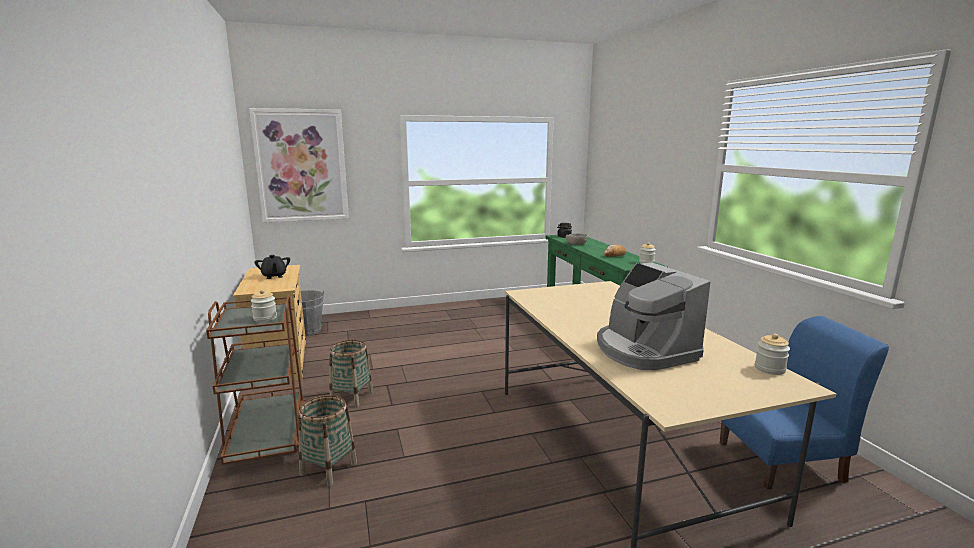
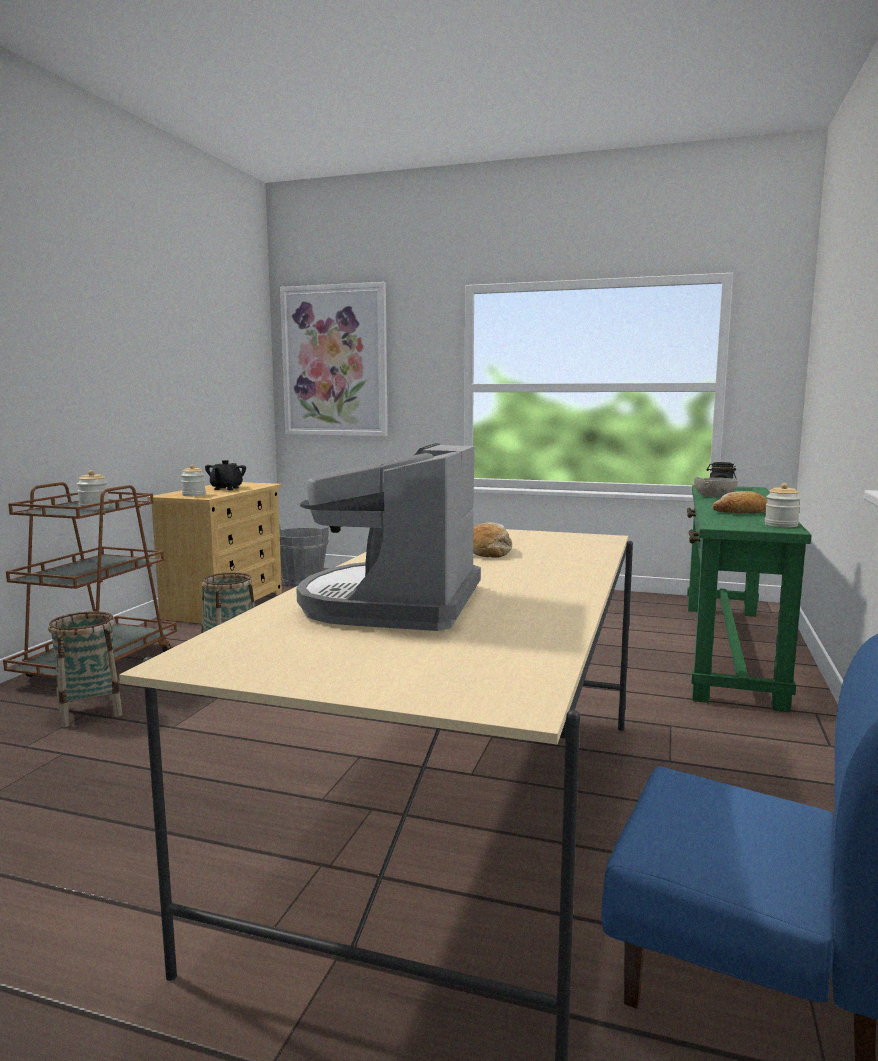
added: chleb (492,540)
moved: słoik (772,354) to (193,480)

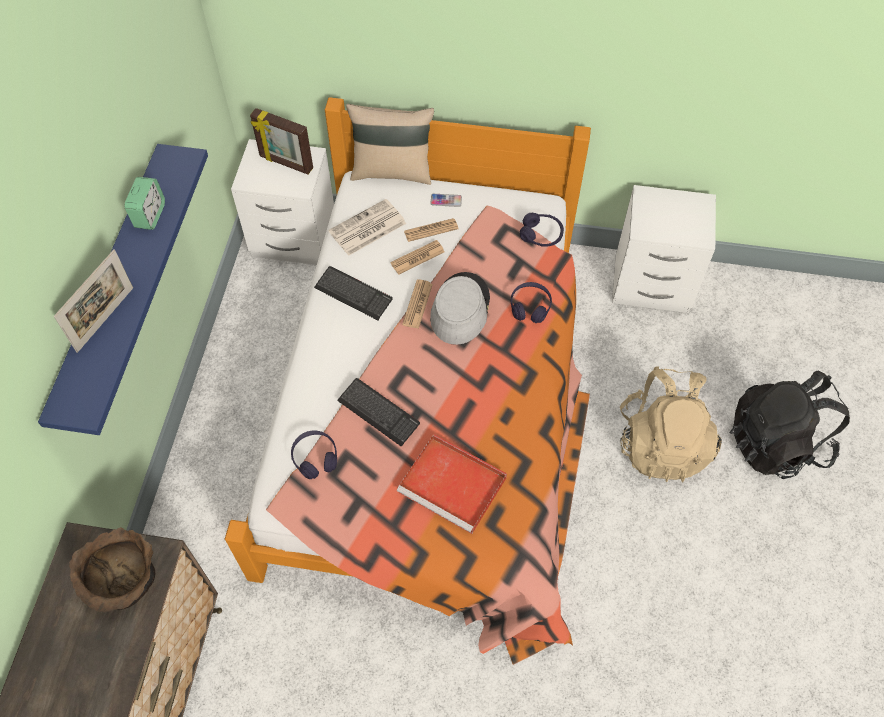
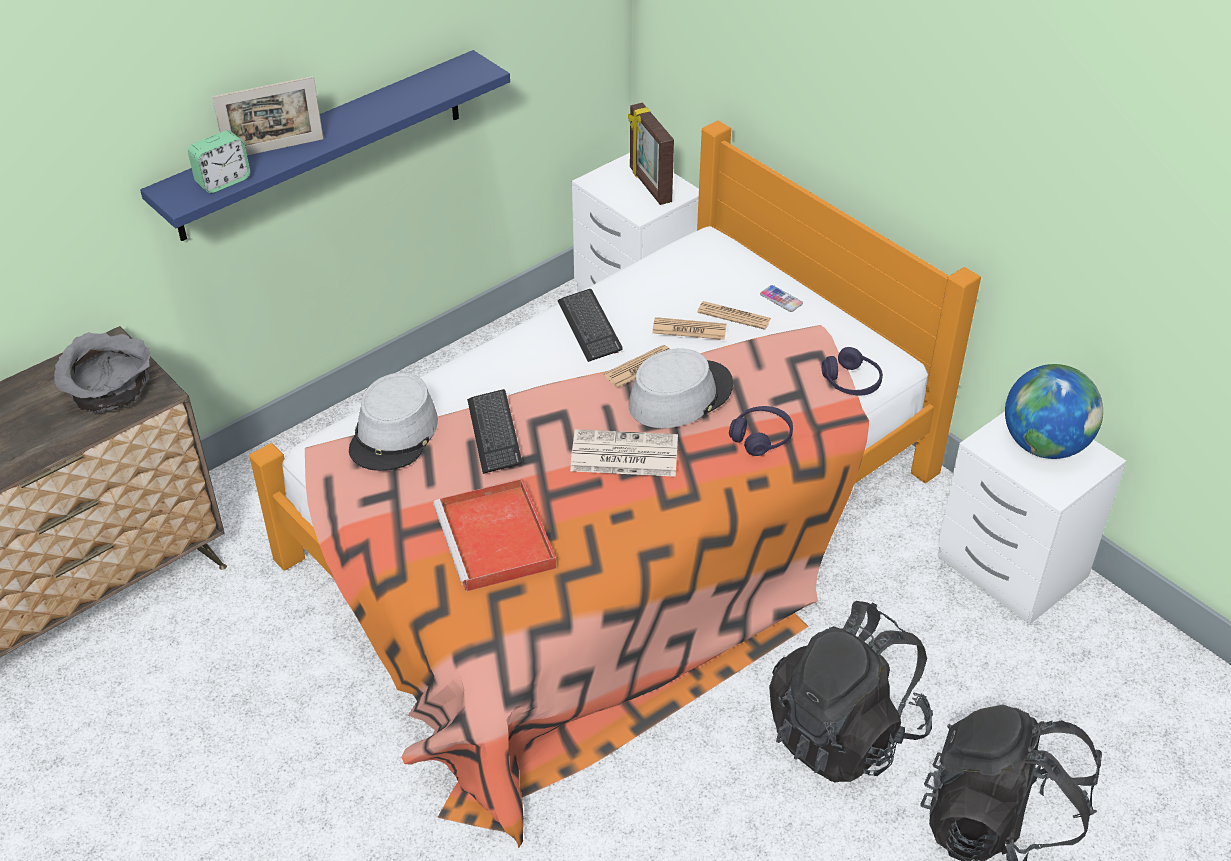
removed: poduszka [beżowy] (390,144)
added: globus (1054,411)
moved: budzik (144,203) to (219,162); gazeta (367,227) to (624,453)
replaced: słuchawki [fioletowy] (314,454) to kapelusz [szary] (393,421)
recoloured: miska [brązowy] (112,570) to miska [szary] (102,372); plecak [beżowy] (671,424) to plecak [czarny] (851,692)

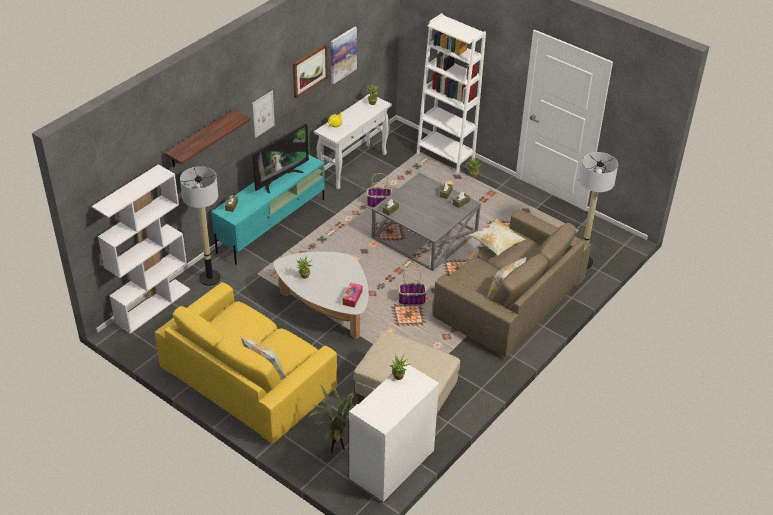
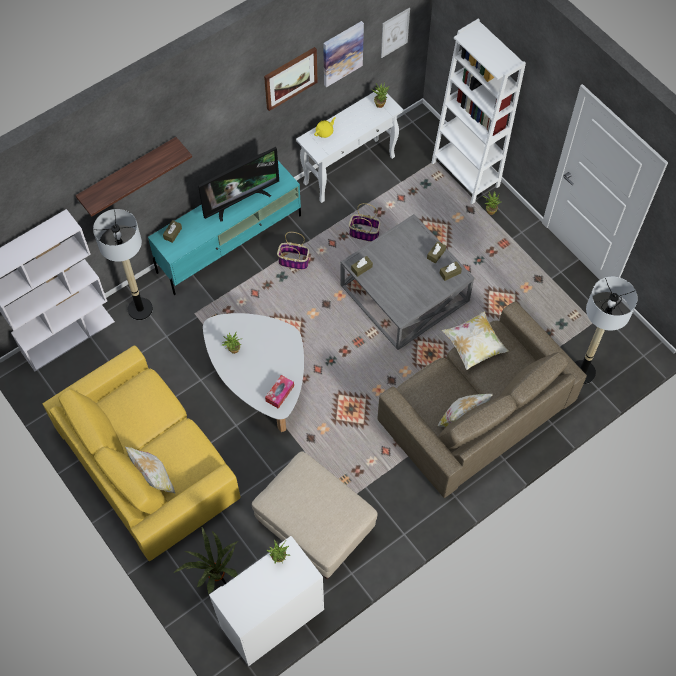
moved: koszyk (412,286) to (293,251); obraz (263,114) to (395,33)

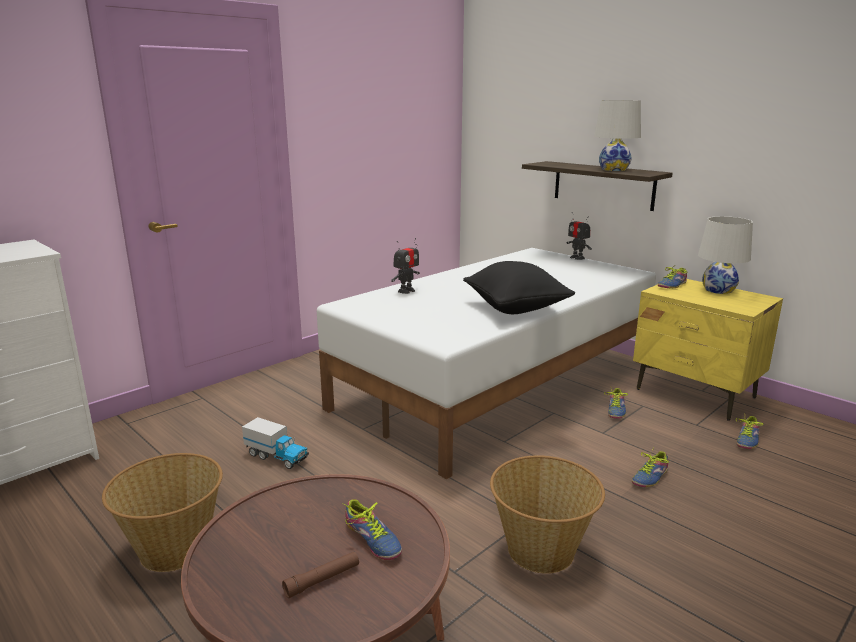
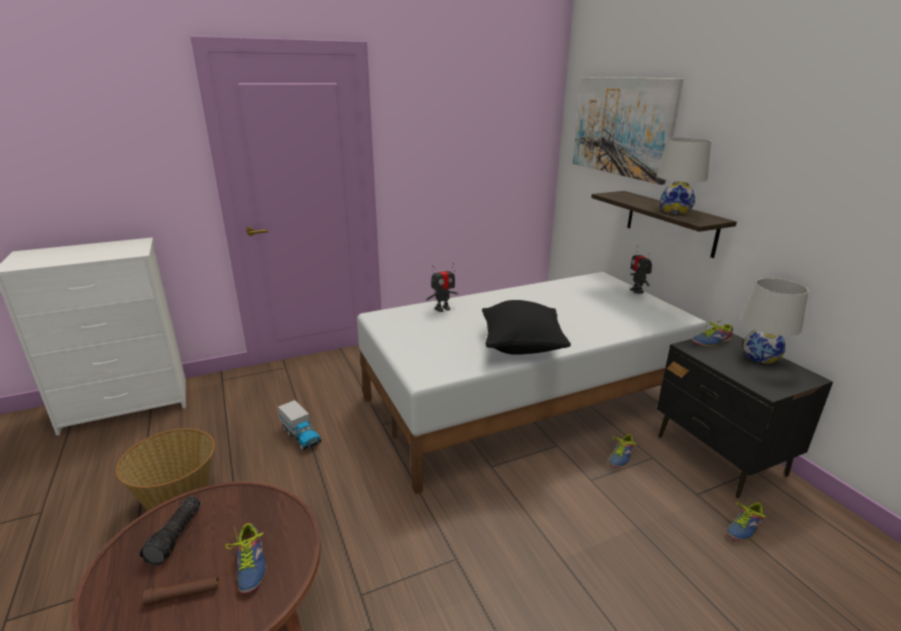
removed: koszyk (547,514); but (650,467)
added: latarka (170,531); obraz (628,131)
recoloured: szafka nocna [żółty] (708,350) to szafka nocna [czarny] (745,416)

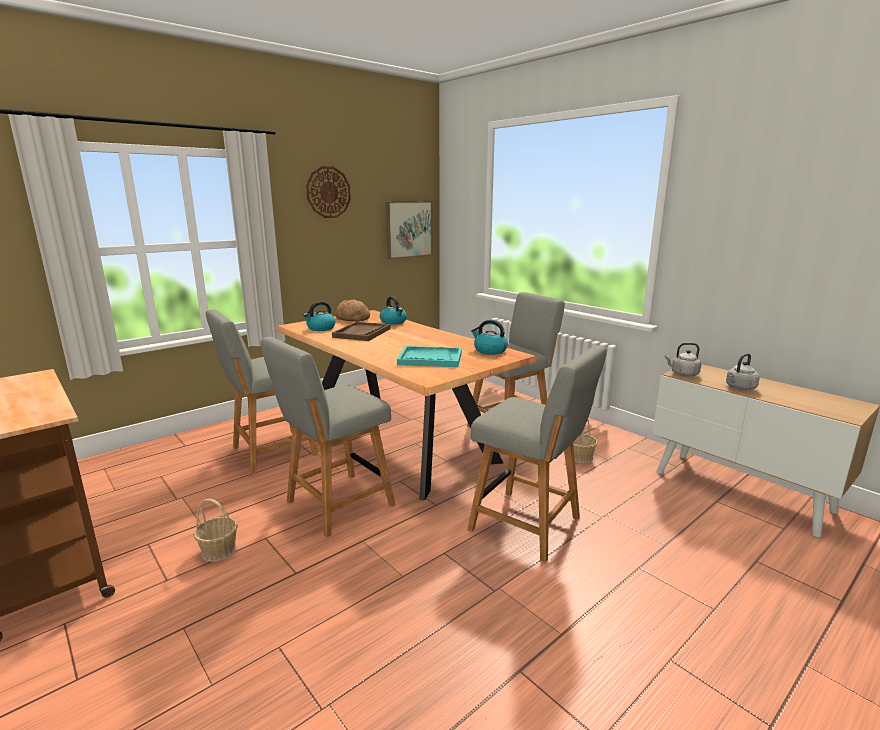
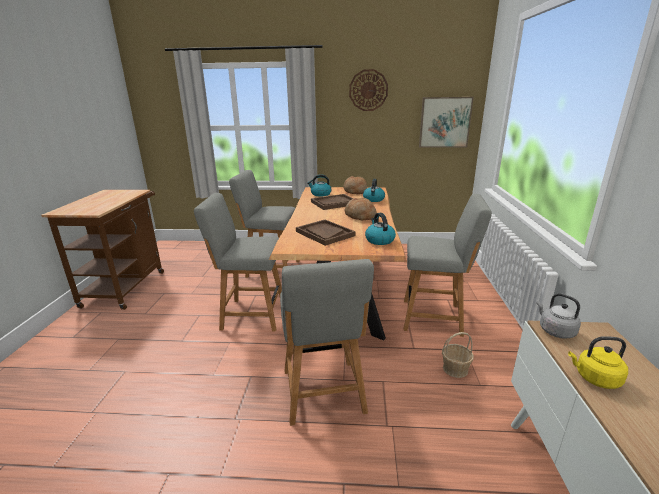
removed: koszyk (216,530)
added: chleb (360,209)
recoloured: taca [turkusowy] (429,356) to taca [brązowy] (326,232); czajnik [szary] (743,371) to czajnik [żółty] (598,362)

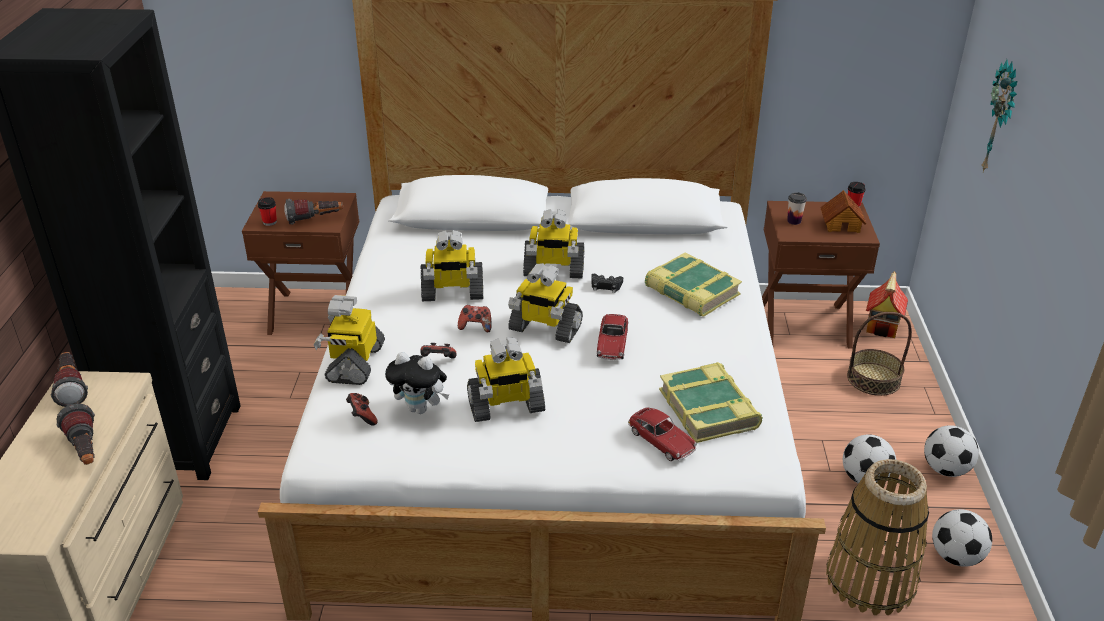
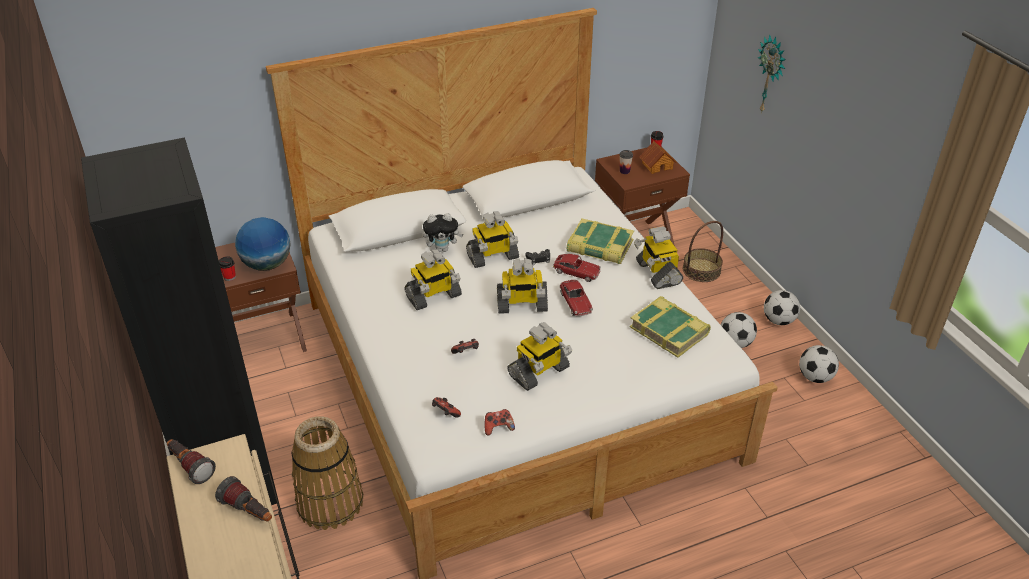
removed: domek (887,304)
moved: koszyk (877,537) to (327,473); pluszak (417,383) to (443,232); pad do gier (475,318) to (500,422); samochodzik (662,434) to (577,268); robot zabawkowy (349,340) to (658,257)
replaced: latarka (314,211) to globus (263,244)

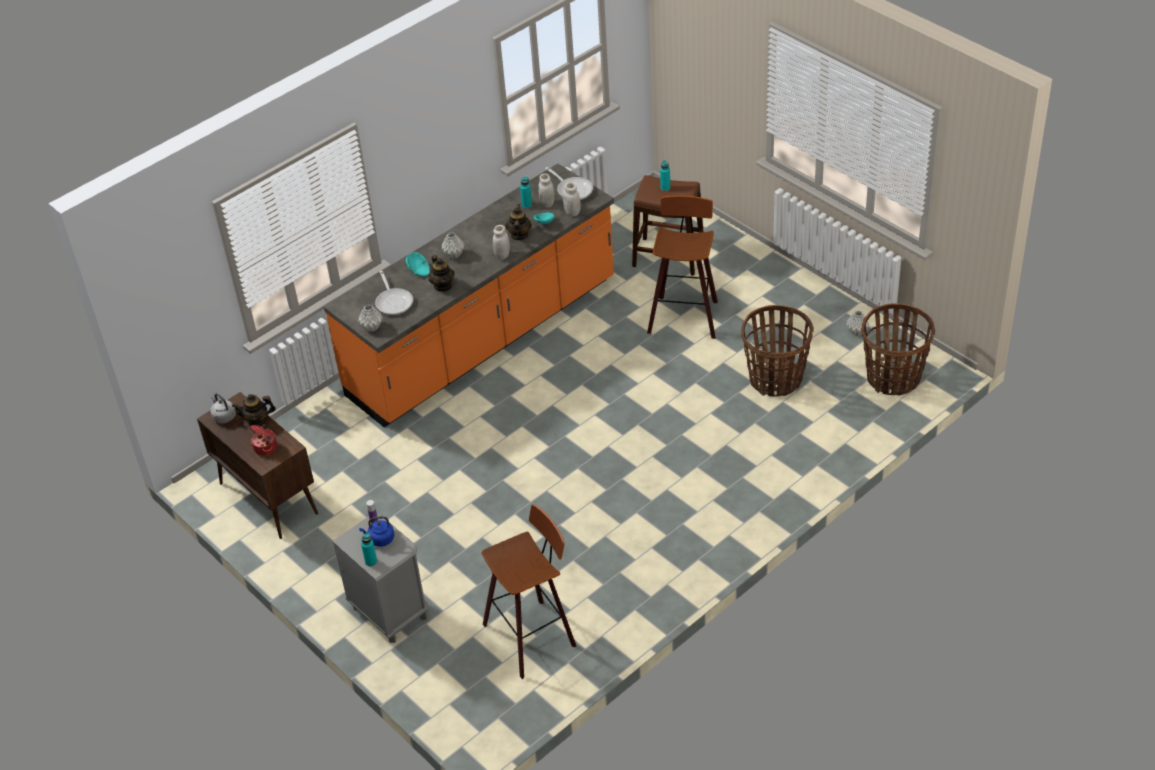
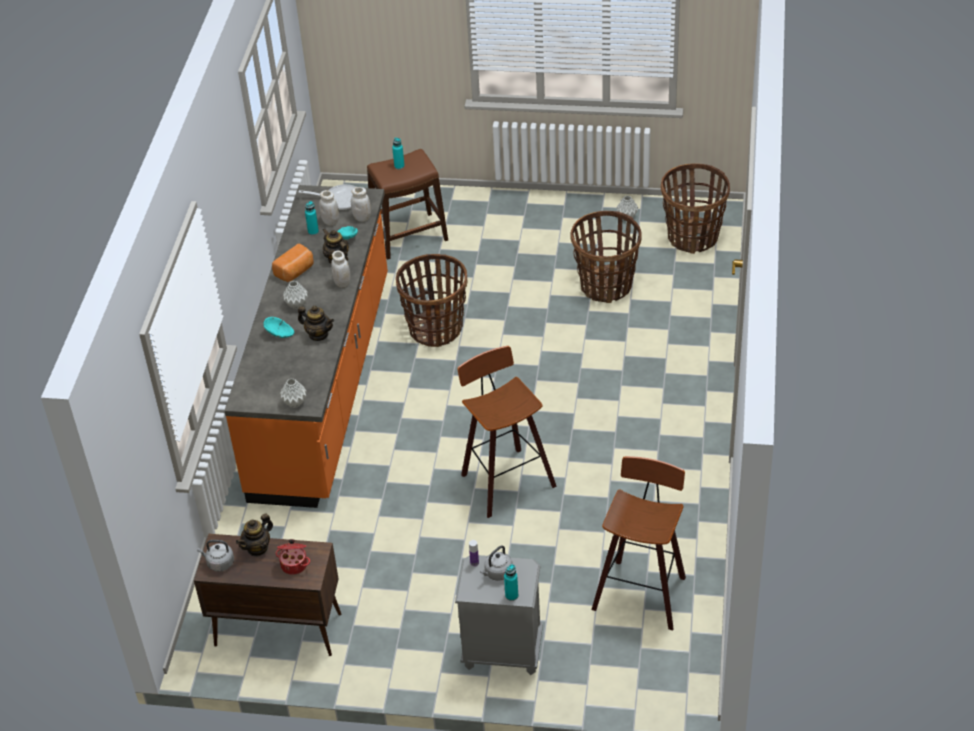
removed: patelnia (394,293)
added: chleb (293,263); koszyk (432,300)
moved: stołek (682,267) to (507,432)
recoloured: czajnik [niebieski] (377,531) to czajnik [szary] (496,563)

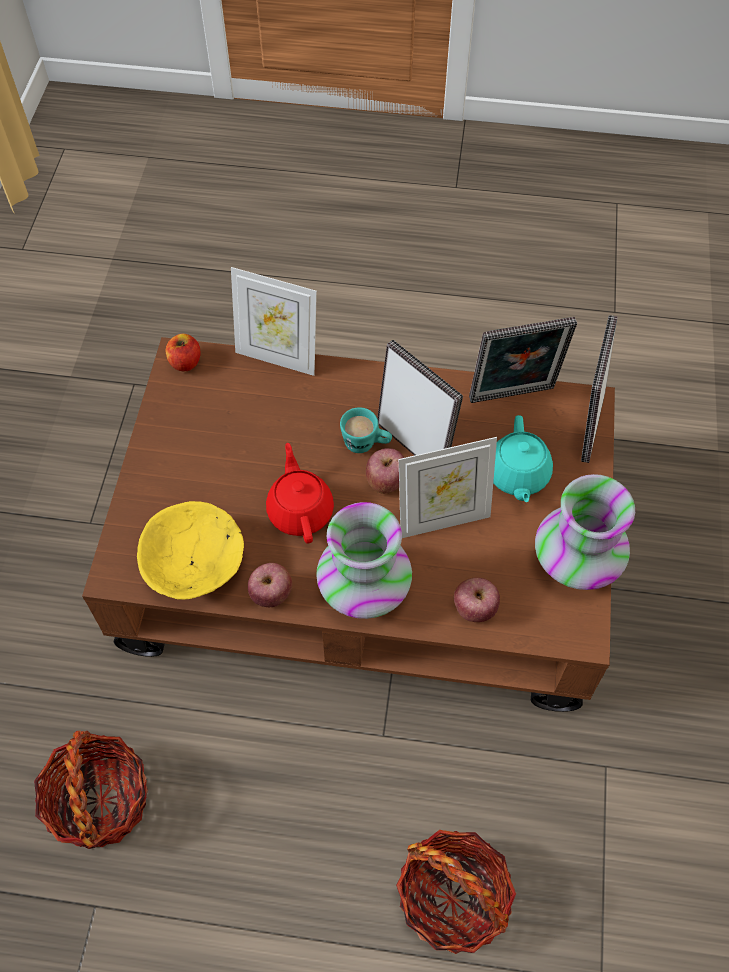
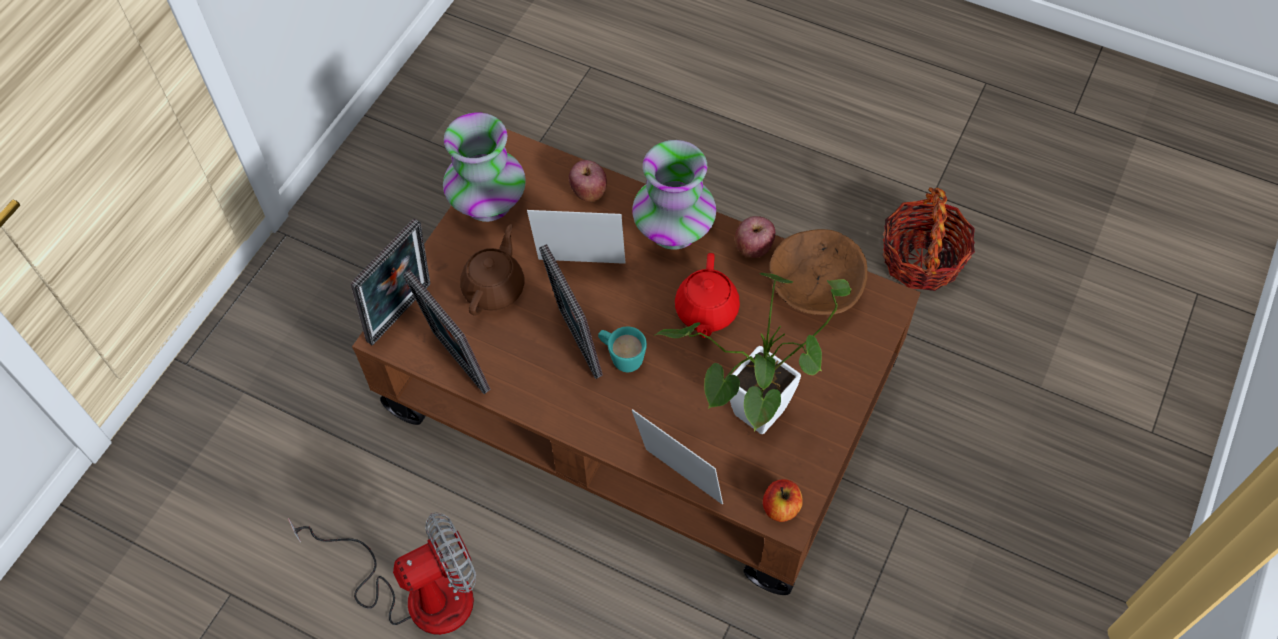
removed: jabłko (385,471); koszyk (456,892)
added: wentylator (382,573); roślina doniczkowa (753,353)
recoloured: imbryk [turkusowy] (523,458) to imbryk [brązowy] (492,270); miska [żółty] (190,550) to miska [brązowy] (818,272)
turned: ramka na zdjęcie (523,360) = (447,332) 135 degrees counterclockwise

